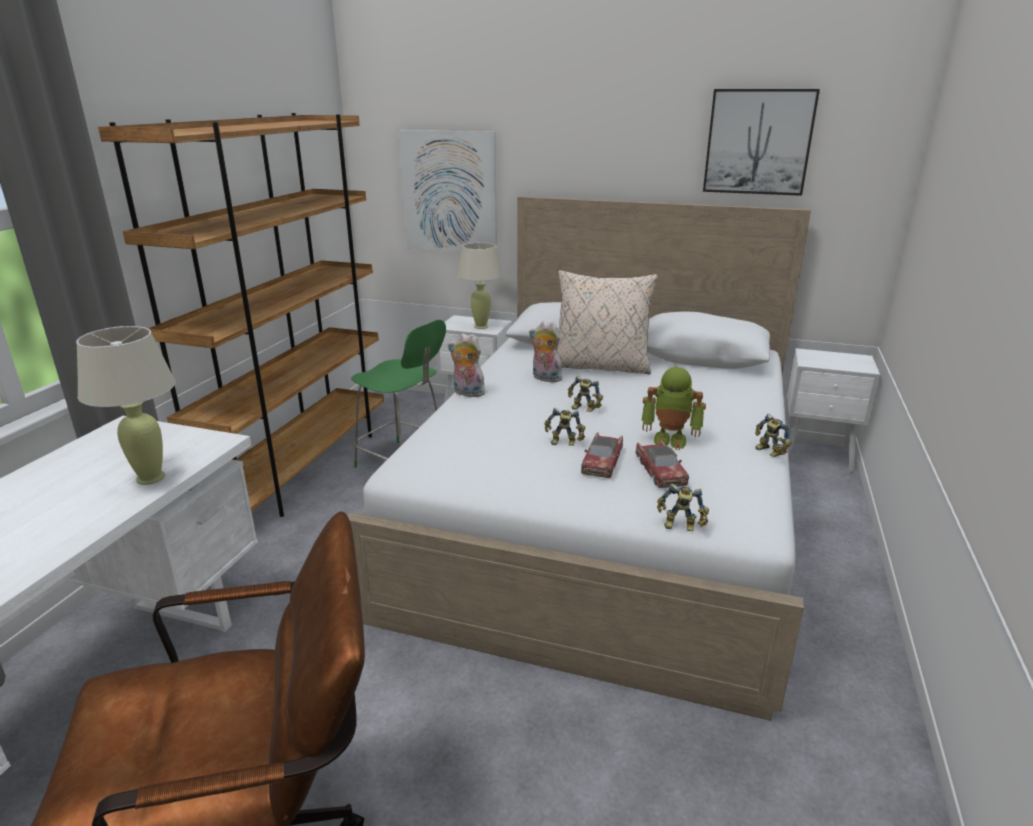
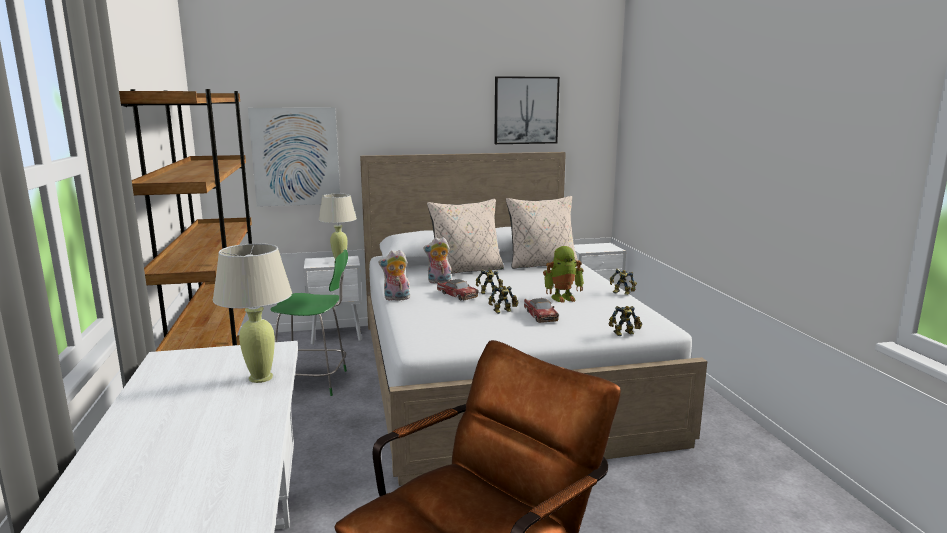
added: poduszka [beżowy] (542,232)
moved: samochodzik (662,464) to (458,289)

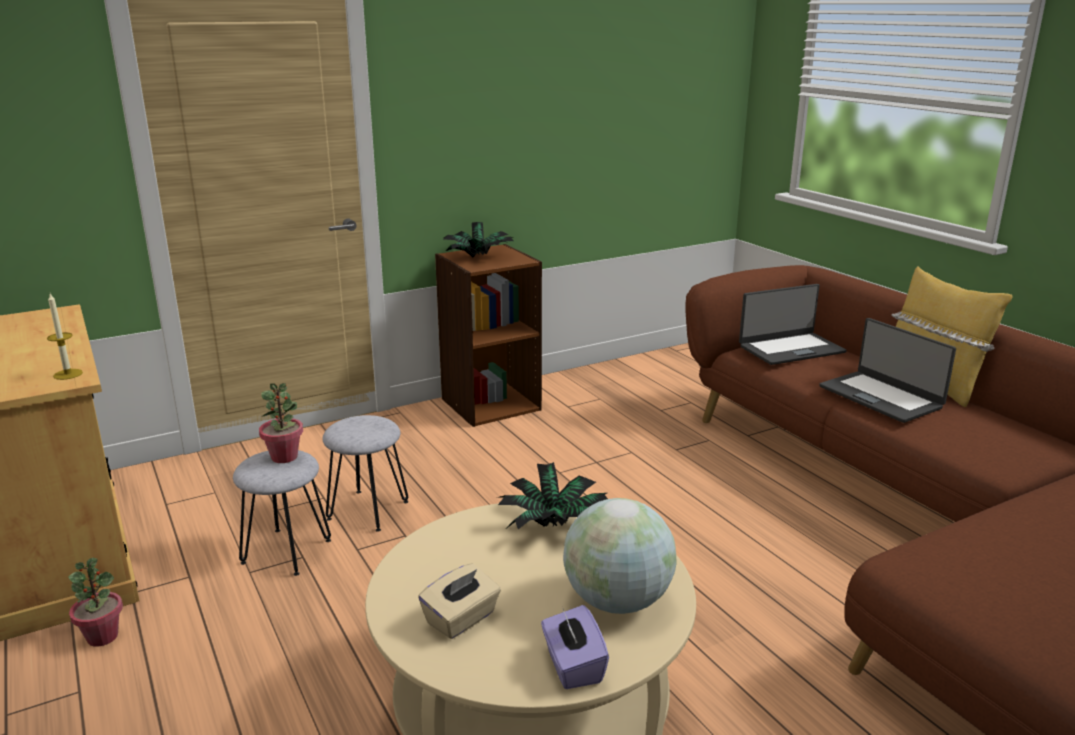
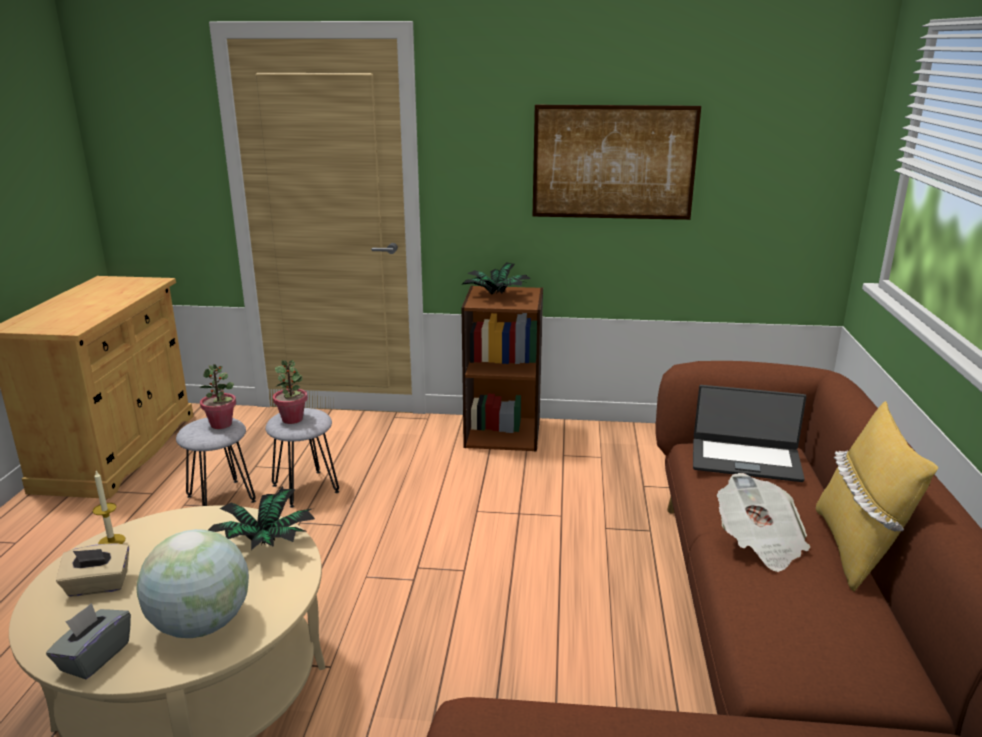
added: obraz (617,162)
moved: świeca (65,337) to (109,507); roślina doniczkowa (95,602) to (290,392)
replaced: laptop (887,370) to gazeta (763,522)
recoloured: pudełko chusteczek [fioletowy] (575,647) to pudełko chusteczek [szary] (88,641)

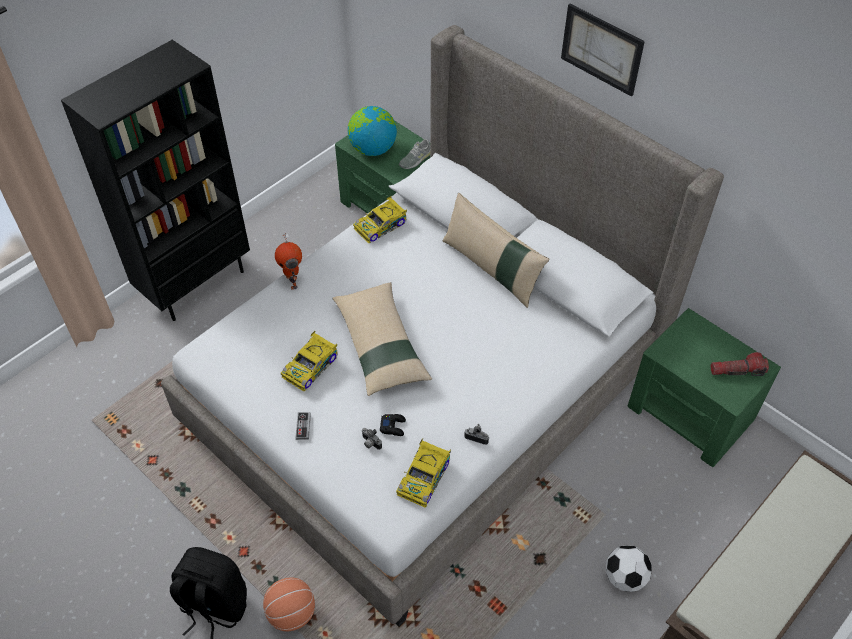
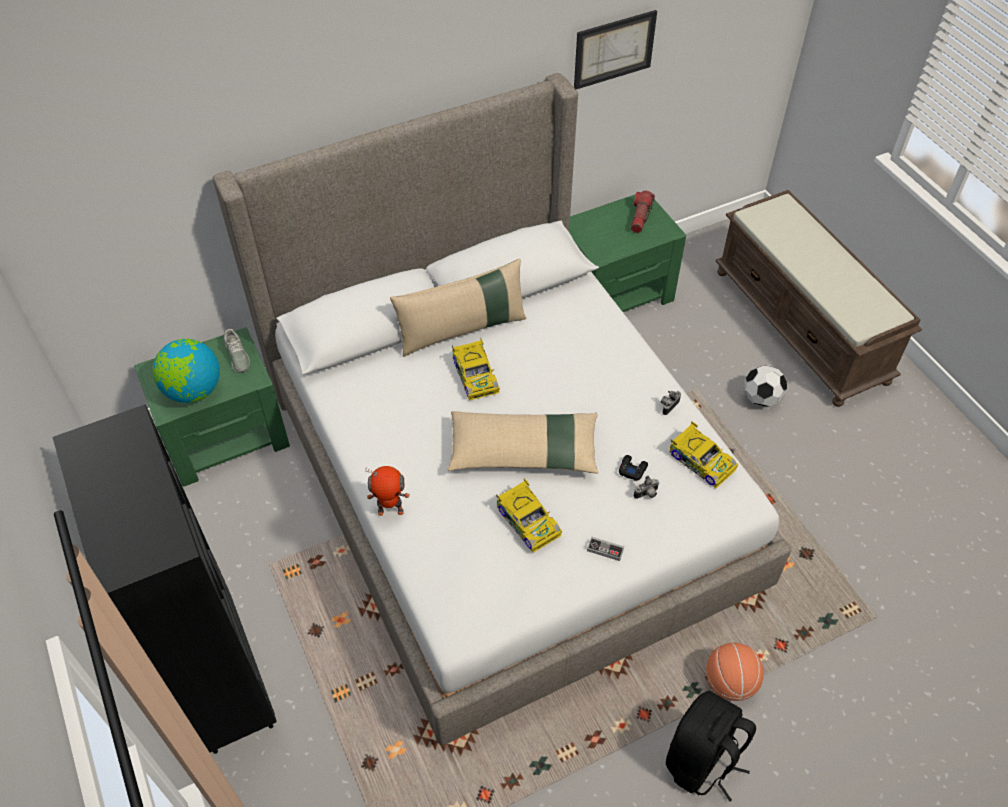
moved: samochodzik (380,220) to (476,369); obraz (603,50) to (615,49)

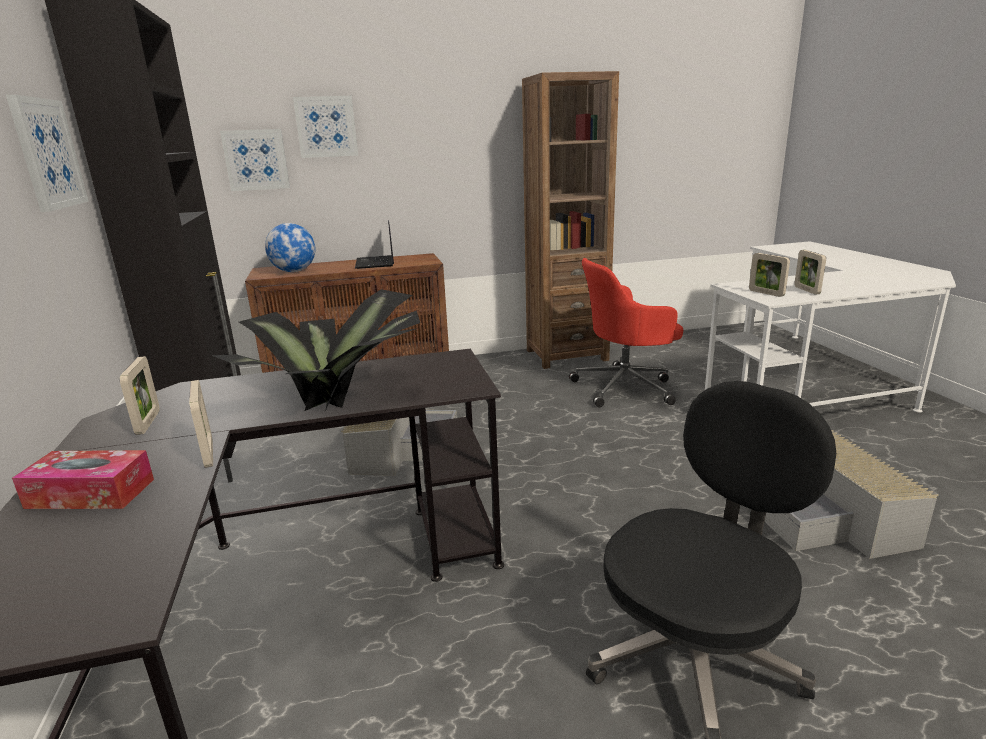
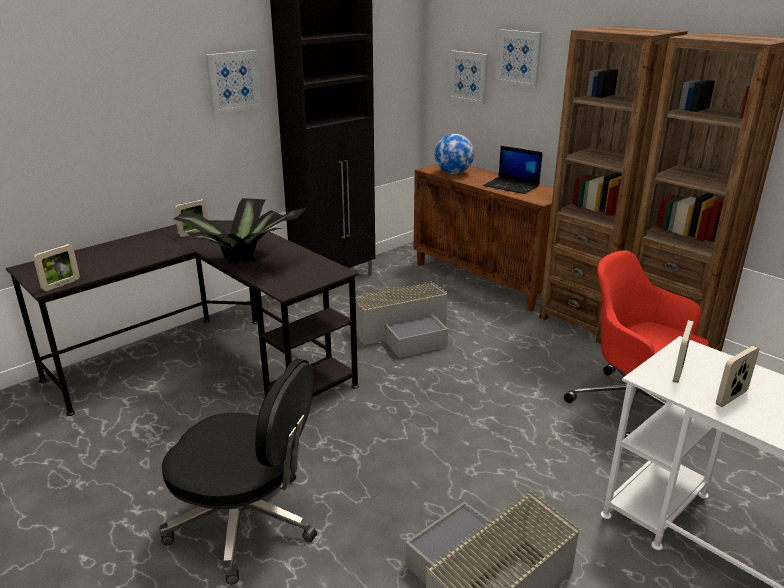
removed: pudełko chusteczek (83,479)
added: regał [brązowy] (613,185)
moved: ramka na zdjęcie (201,424) to (56,267)
turned: laptop (374,244) = (513,170) 105 degrees counterclockwise

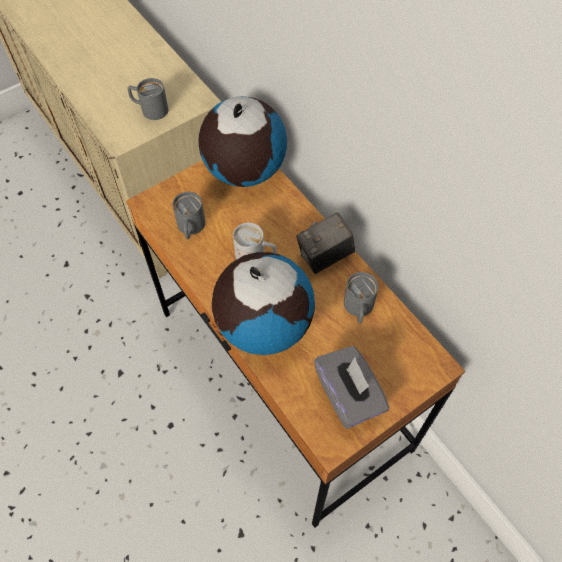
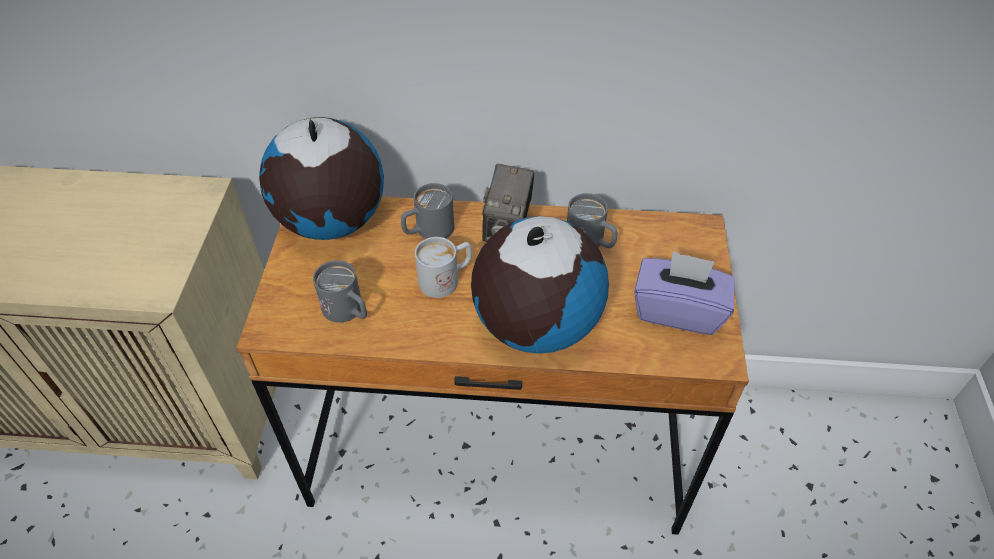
moved: kubek [szary] (148,99) to (427,211)
recoloured: pudełko chusteczek [szary] (352,387) to pudełko chusteczek [fioletowy] (684,293)

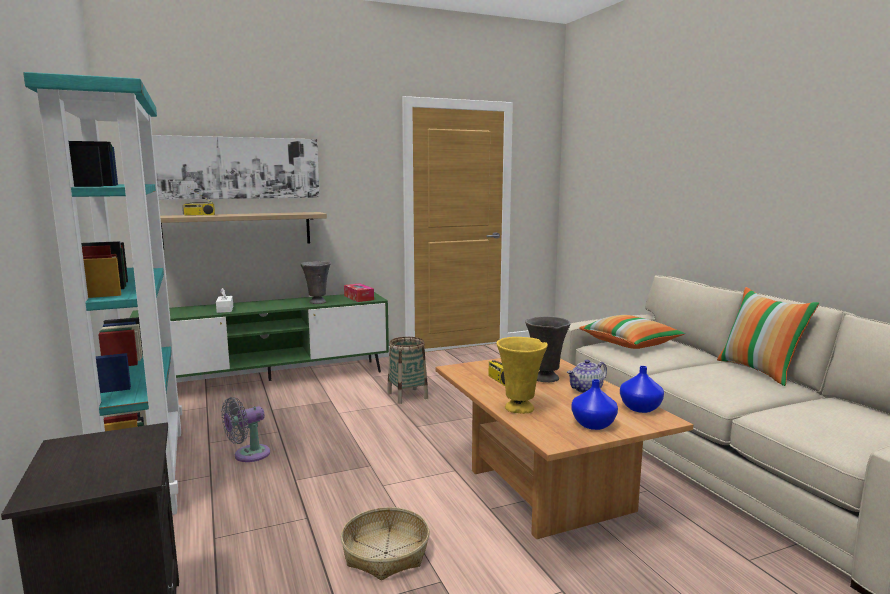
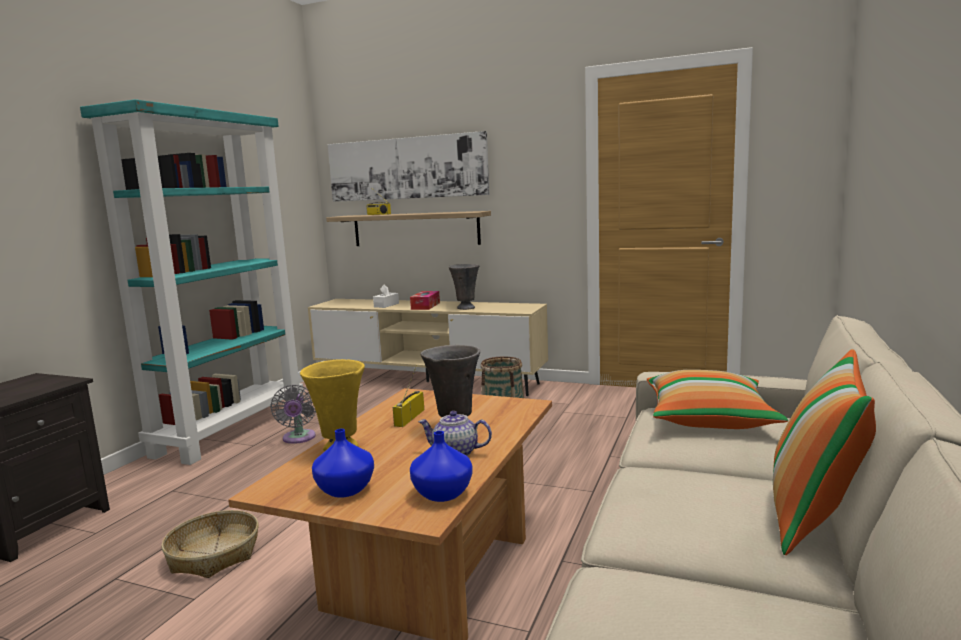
moved: pudełko chusteczek (359,292) to (425,300)
recoloured: szafka pod telewizor [zielony] (259,336) to szafka pod telewizor [beżowy] (428,347)
turned: wentylator [szary] (245,429) = (293,414) 105 degrees counterclockwise

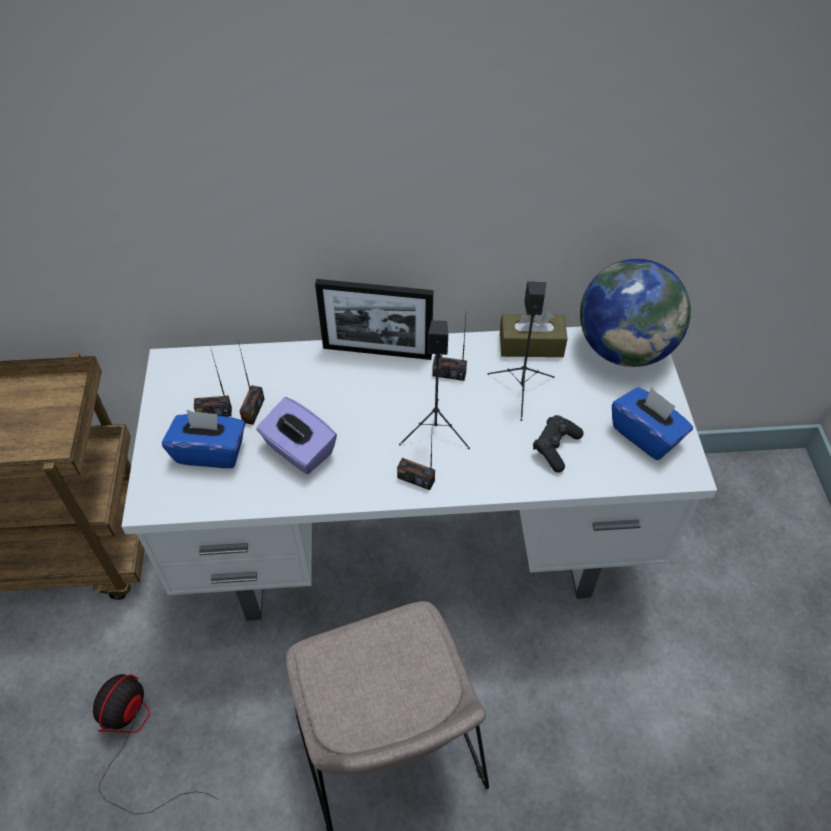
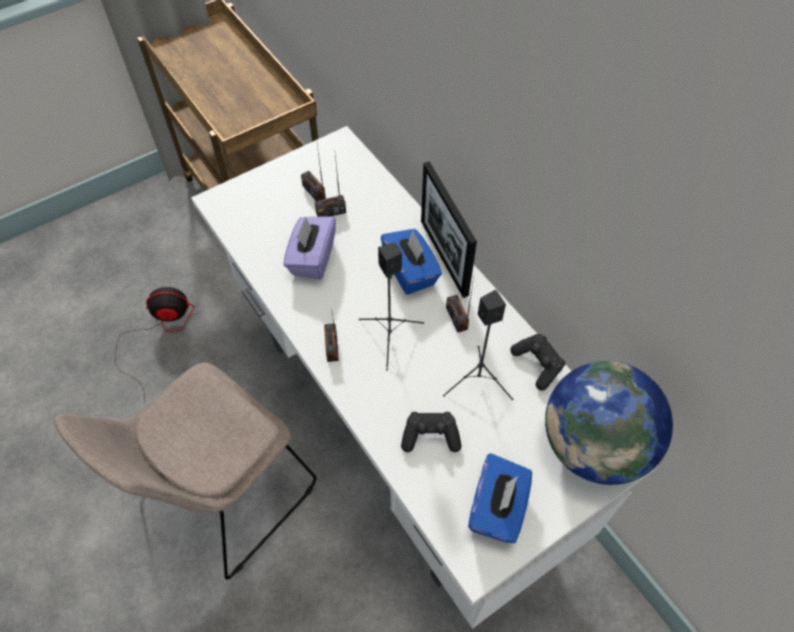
moved: pudełko chusteczek [niebieski] (203,439) to (411,262)
replaced: pudełko chusteczek [brązowy] (533,334) to pad do gier [czarny] (538,362)

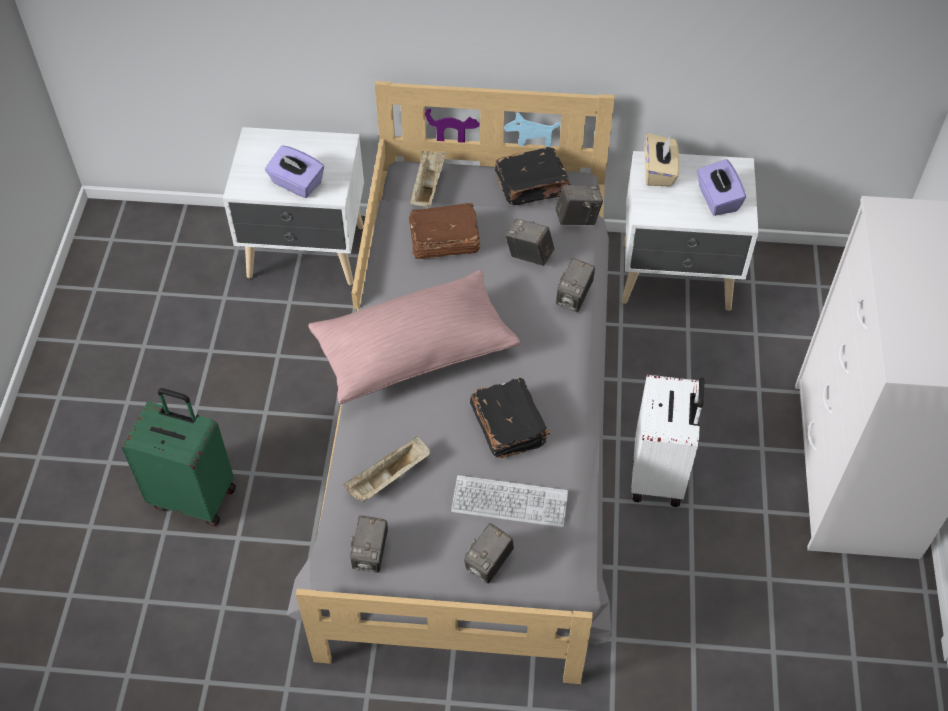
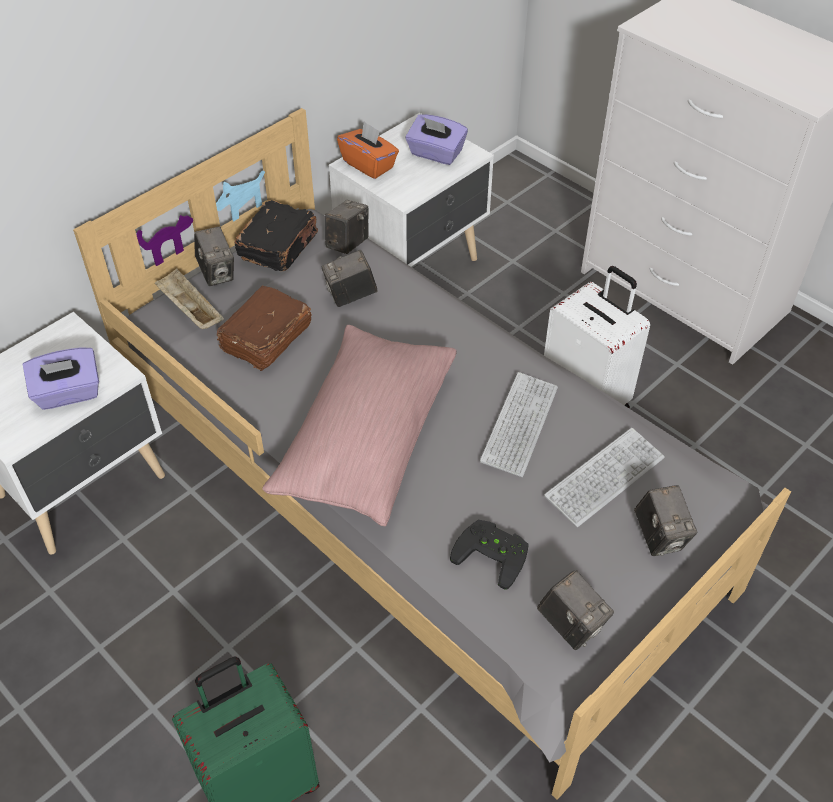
moved: aparat fotograficzny (575,285) to (214,256)
replaced: taca [beżowy] (387,469) to pad do gier [czarny] (489,555); książka [czarny] (510,418) to klawiatura (519,424)
recoloured: pudełko chusteczek [beżowy] (662,159) to pudełko chusteczek [pomarańczowy] (368,150)

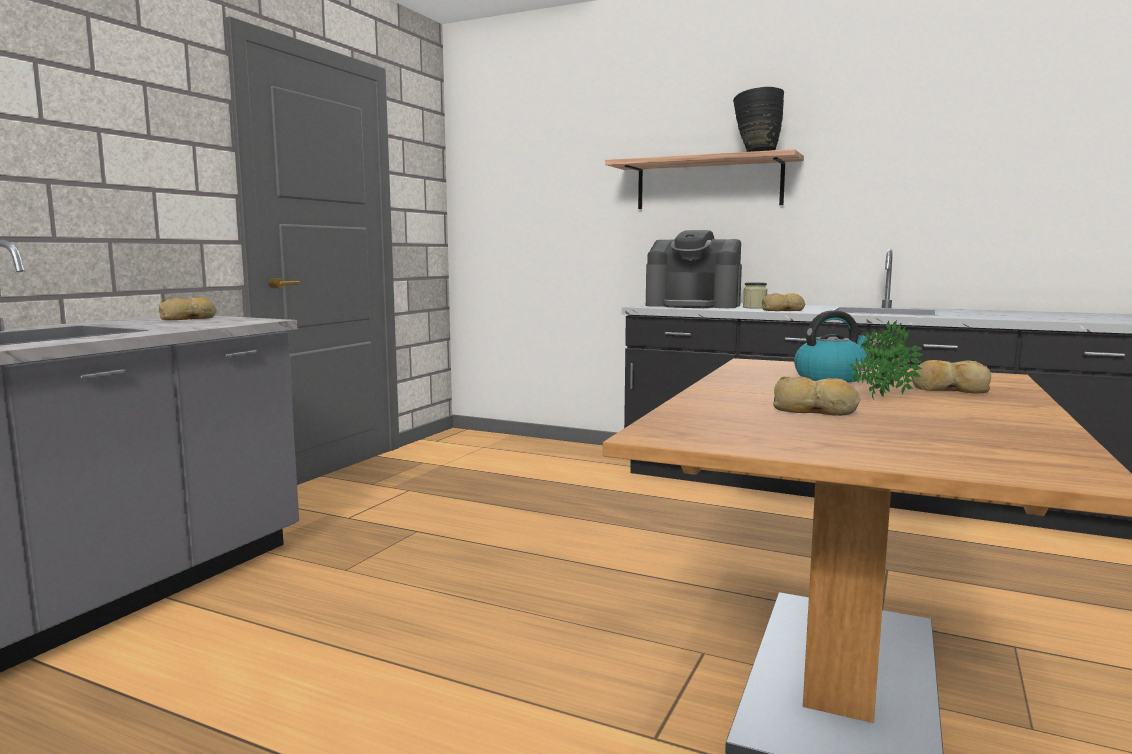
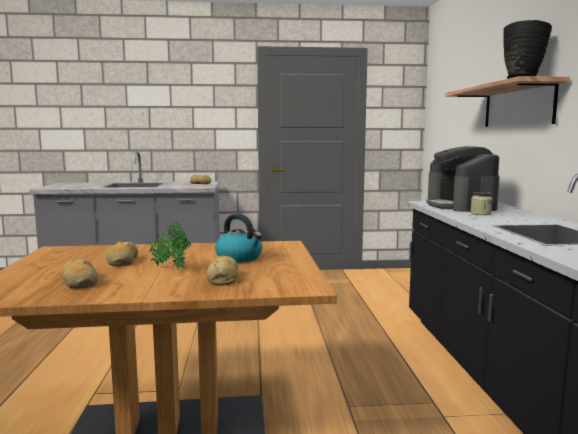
moved: chleb (783,302) to (79,274)

